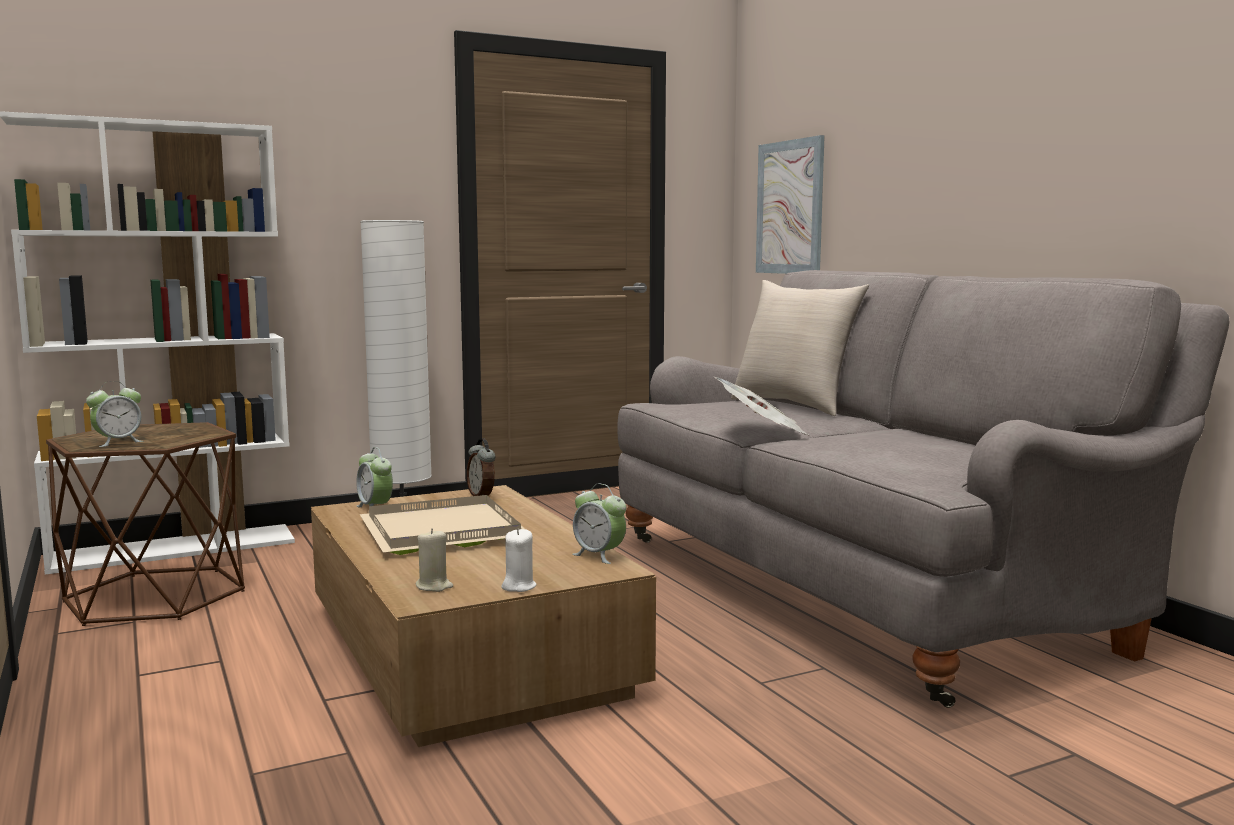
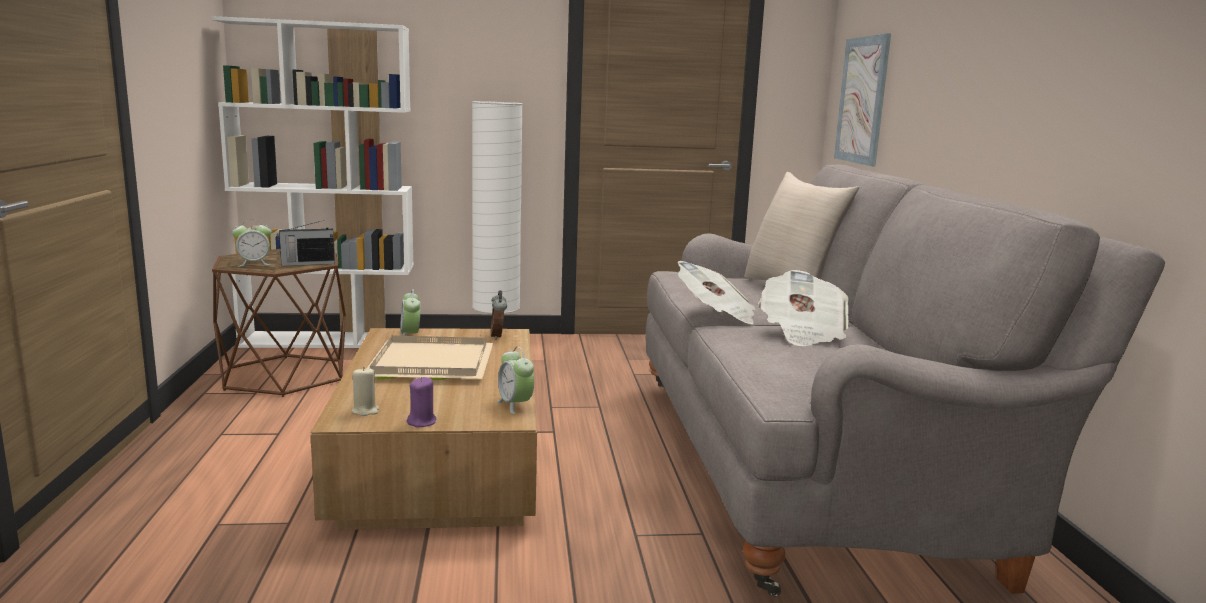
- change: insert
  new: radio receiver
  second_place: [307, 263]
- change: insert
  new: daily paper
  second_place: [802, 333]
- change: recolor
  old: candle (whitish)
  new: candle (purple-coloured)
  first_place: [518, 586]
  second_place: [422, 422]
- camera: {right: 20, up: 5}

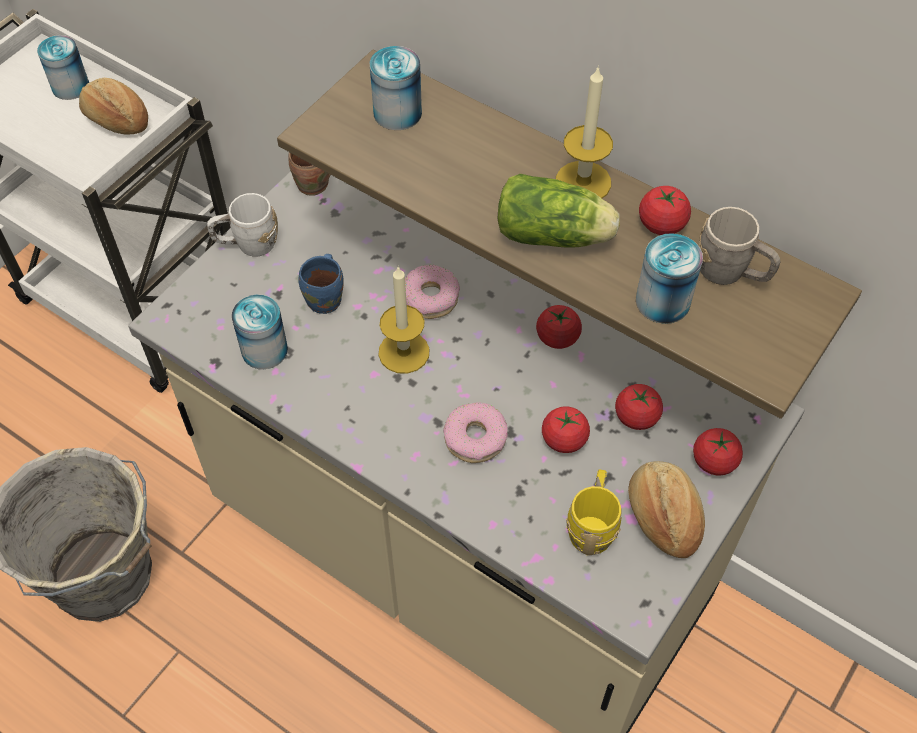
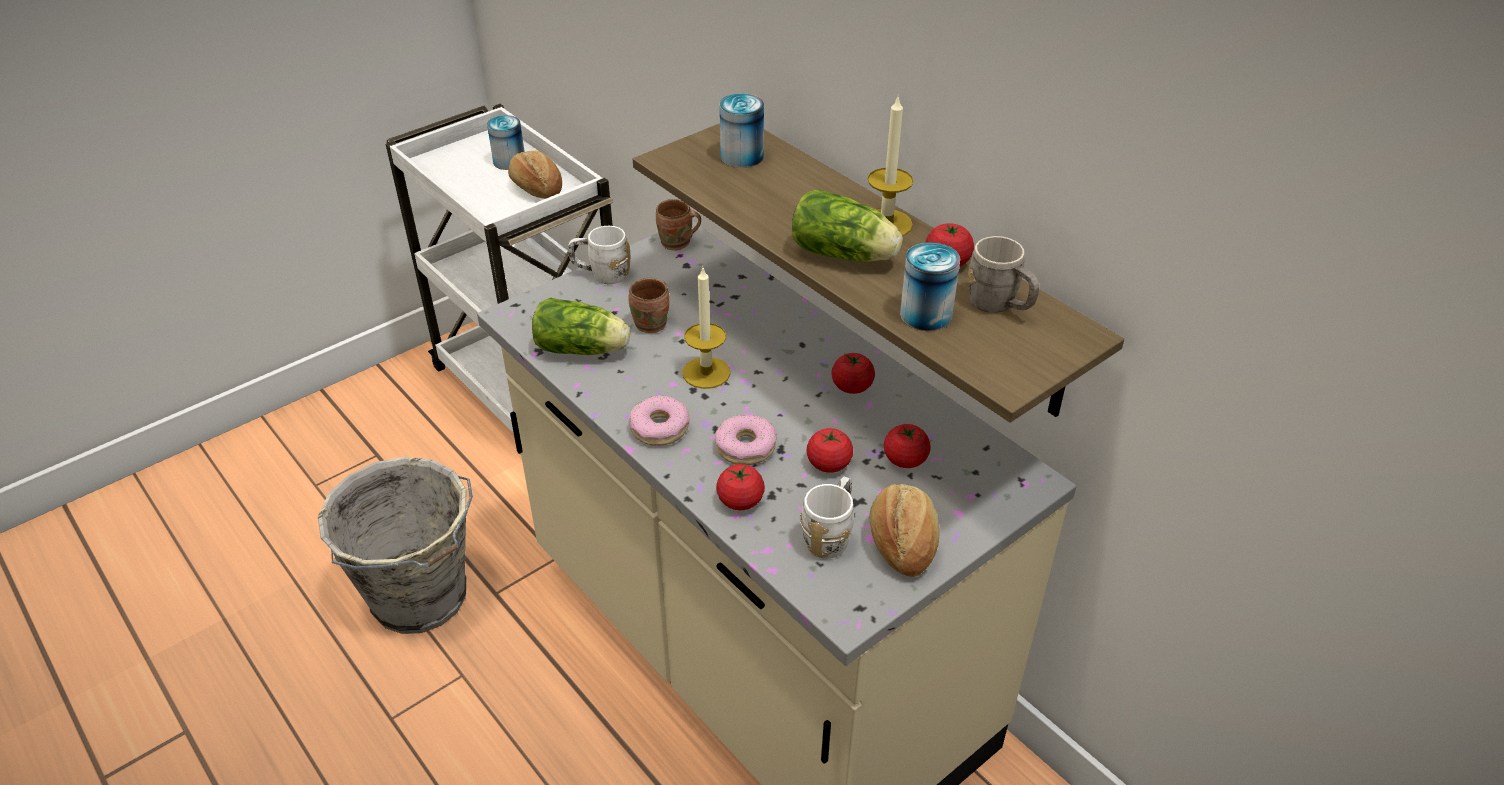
- change: move
  old: doughnut
  first_place: [430, 298]
  second_place: [659, 428]
- change: move
  old: tomato
  first_place: [714, 461]
  second_place: [740, 501]
- change: replace
  old: sealed can
  new: lettuce
  first_place: [264, 350]
  second_place: [584, 349]
- change: recolor
  old: mug (blue)
  new: mug (brown-coloured)
  first_place: [327, 299]
  second_place: [653, 324]
- change: recolor
  old: mug (yellowish)
  new: mug (whitish)
  first_place: [592, 525]
  second_place: [830, 535]
- camera: {right: 15, up: -15}

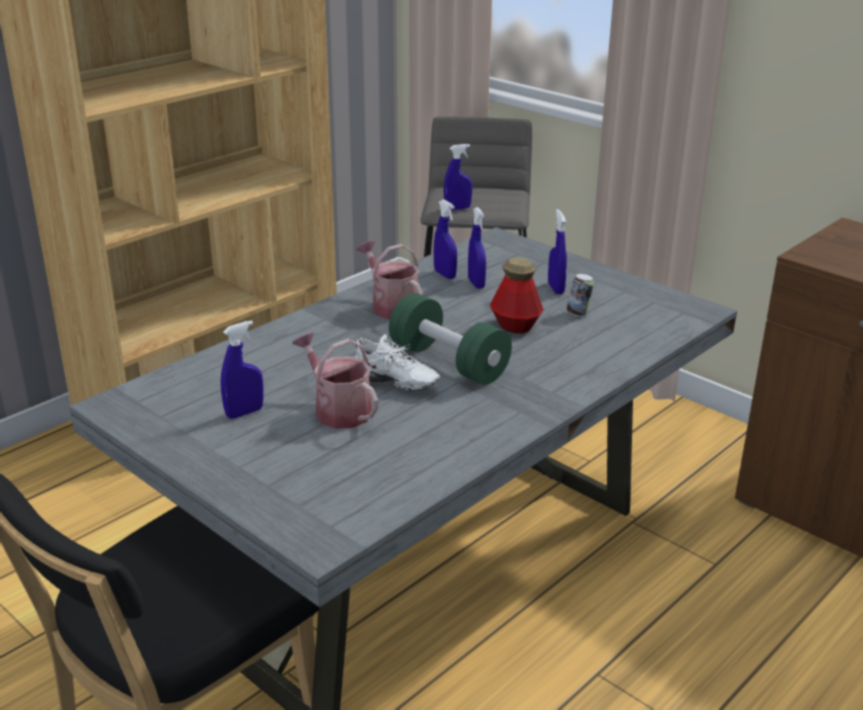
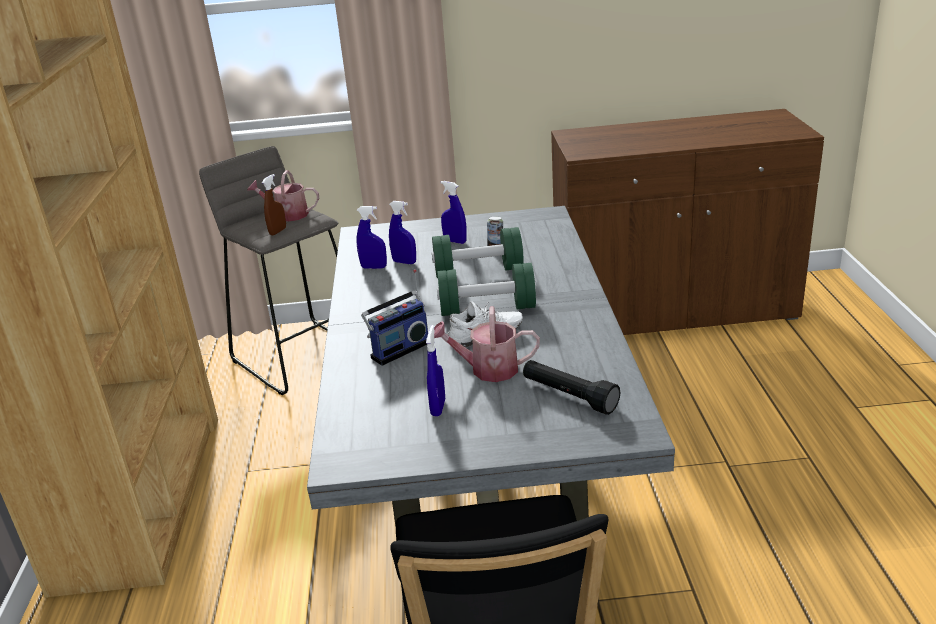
- change: insert
  new: radio receiver
  second_place: [399, 349]
- change: insert
  new: flashlight (black)
  second_place: [569, 396]
- change: move
  old: watering pot
  first_place: [391, 306]
  second_place: [287, 215]
- change: replace
  old: bottle
  new: free weight (green)
  first_place: [515, 326]
  second_place: [478, 271]
- change: recolor
  old: hand sprayer (blue)
  new: hand sprayer (brown-coloured)
  first_place: [457, 208]
  second_place: [278, 231]
- camera: {right: -45, up: 0}

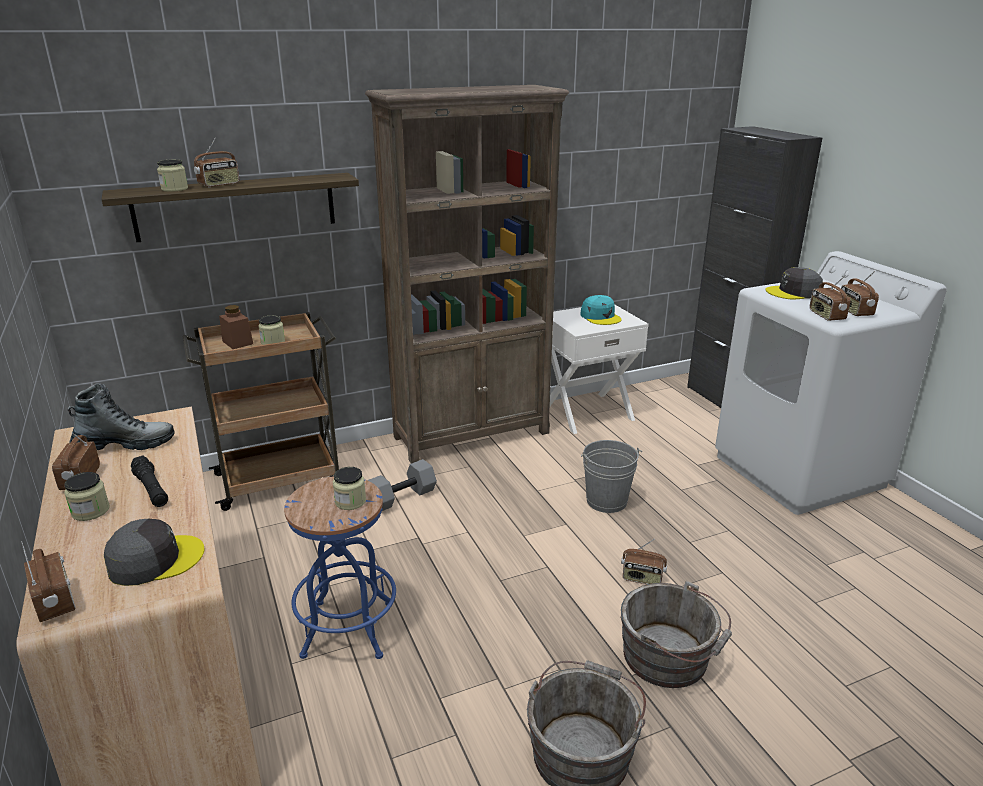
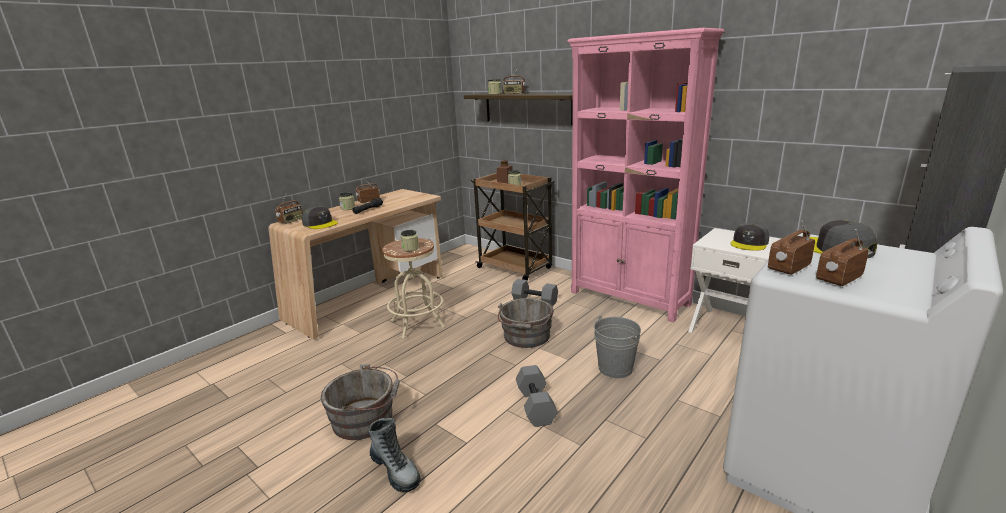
- change: move
  old: tall boot
  first_place: [125, 445]
  second_place: [395, 470]
- change: move
  old: pail (gray)
  first_place: [670, 658]
  second_place: [526, 337]
- change: replace
  old: radio receiver
  new: free weight (gray)
  first_place: [642, 578]
  second_place: [536, 406]
- change: recolor
  old: sitting stool (blue)
  new: sitting stool (beige)
  first_place: [348, 629]
  second_place: [418, 324]
- change: recolor
  old: shelving unit (brown-coloured)
  new: shelving unit (pink)
  first_place: [472, 434]
  second_place: [629, 298]
- change: recolor
  old: baseball cap (blue-green)
  new: baseball cap (gray)
  first_place: [600, 317]
  second_place: [749, 243]
- camera: {right: 65, up: -5}

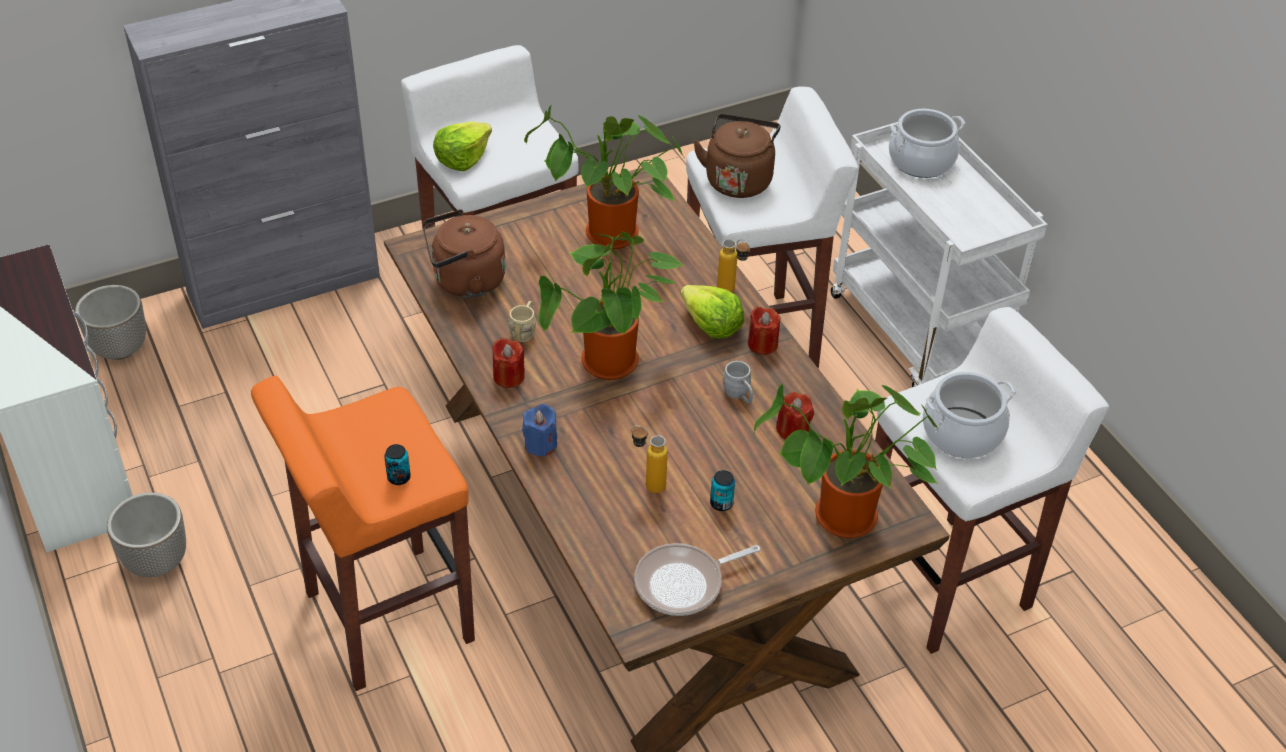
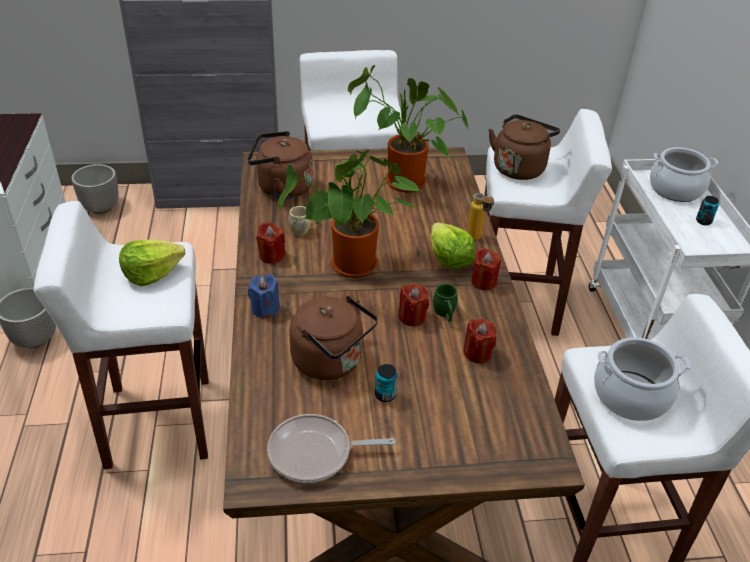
- change: delete
  old: houseplant
  first_place: [840, 521]
- change: insert
  new: candle (red)
  second_place: [412, 317]
- change: move
  old: sealed can
  first_place: [399, 477]
  second_place: [703, 221]
- change: move
  old: lettuce
  first_place: [462, 158]
  second_place: [151, 273]
- change: replace
  old: bottle
  new: water kettle (brown-coloured)
  first_place: [647, 484]
  second_place: [331, 362]
- change: recolor
  old: sitting stool (orangey)
  new: sitting stool (whitish)
  first_place: [386, 617]
  second_place: [156, 422]
- change: recolor
  old: mug (gray)
  new: mug (green)
  first_place: [739, 395]
  second_place: [445, 314]
- camera: {right: 20, up: -5}

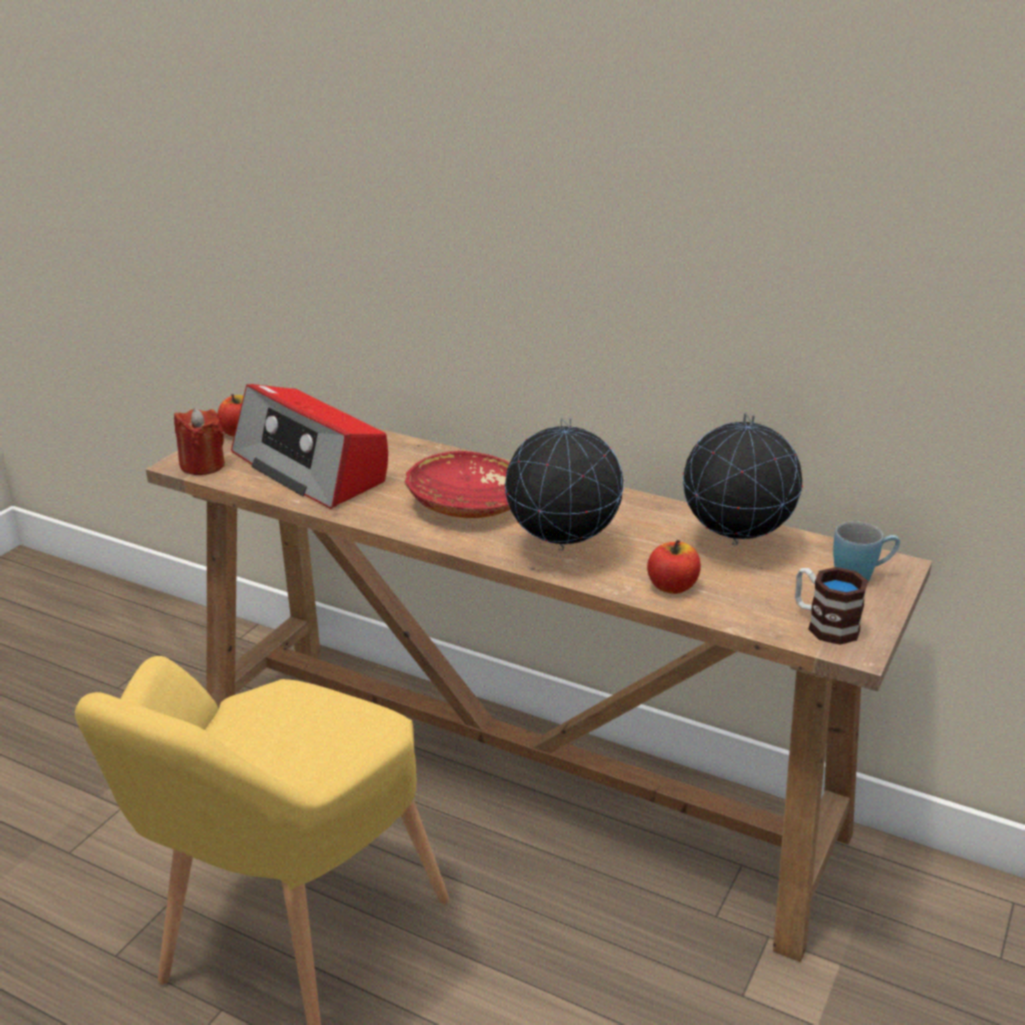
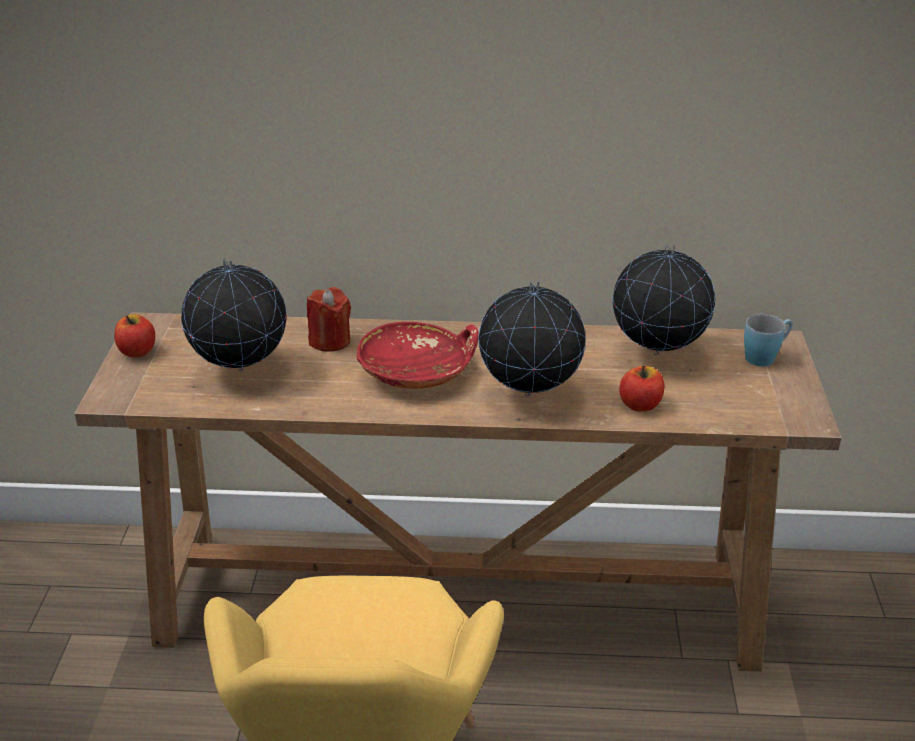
- change: delete
  old: mug
  first_place: [824, 624]
- change: move
  old: candle (red)
  first_place: [202, 465]
  second_place: [330, 341]
- change: replace
  old: radio receiver
  new: world globe
  first_place: [311, 468]
  second_place: [241, 371]
- camera: {right: -25, up: 5}

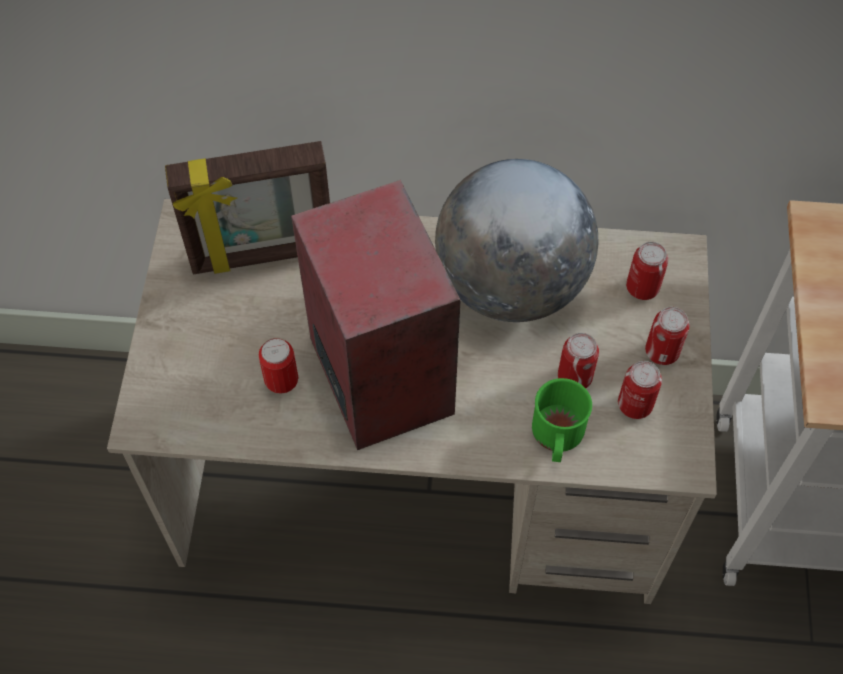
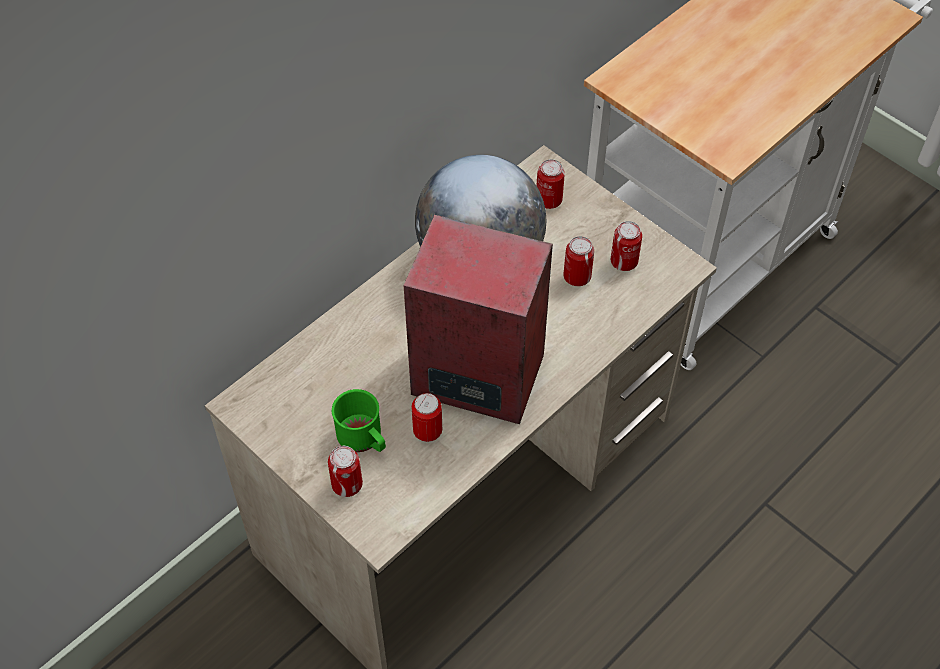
- change: delete
  old: photo frame
  first_place: [263, 256]
- change: move
  old: mug (green)
  first_place: [557, 437]
  second_place: [363, 438]
- change: move
  old: sealed can
  first_place: [662, 351]
  second_place: [347, 485]
- camera: {right: -50, up: -5}

